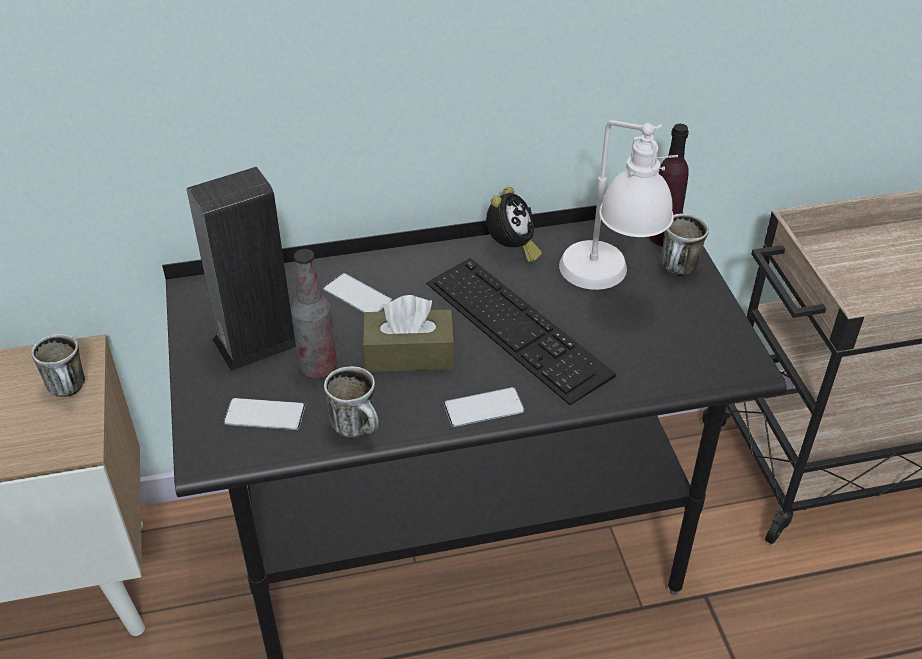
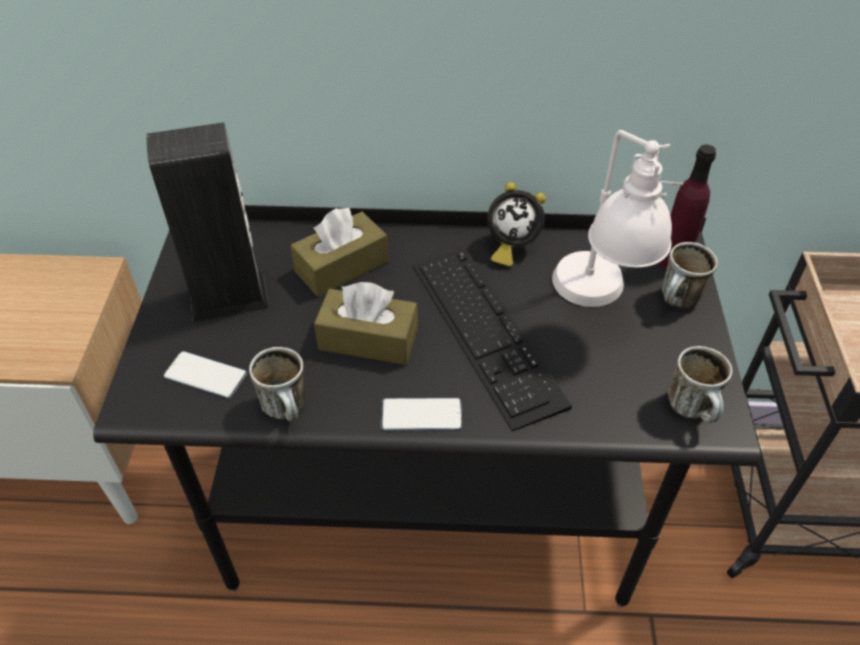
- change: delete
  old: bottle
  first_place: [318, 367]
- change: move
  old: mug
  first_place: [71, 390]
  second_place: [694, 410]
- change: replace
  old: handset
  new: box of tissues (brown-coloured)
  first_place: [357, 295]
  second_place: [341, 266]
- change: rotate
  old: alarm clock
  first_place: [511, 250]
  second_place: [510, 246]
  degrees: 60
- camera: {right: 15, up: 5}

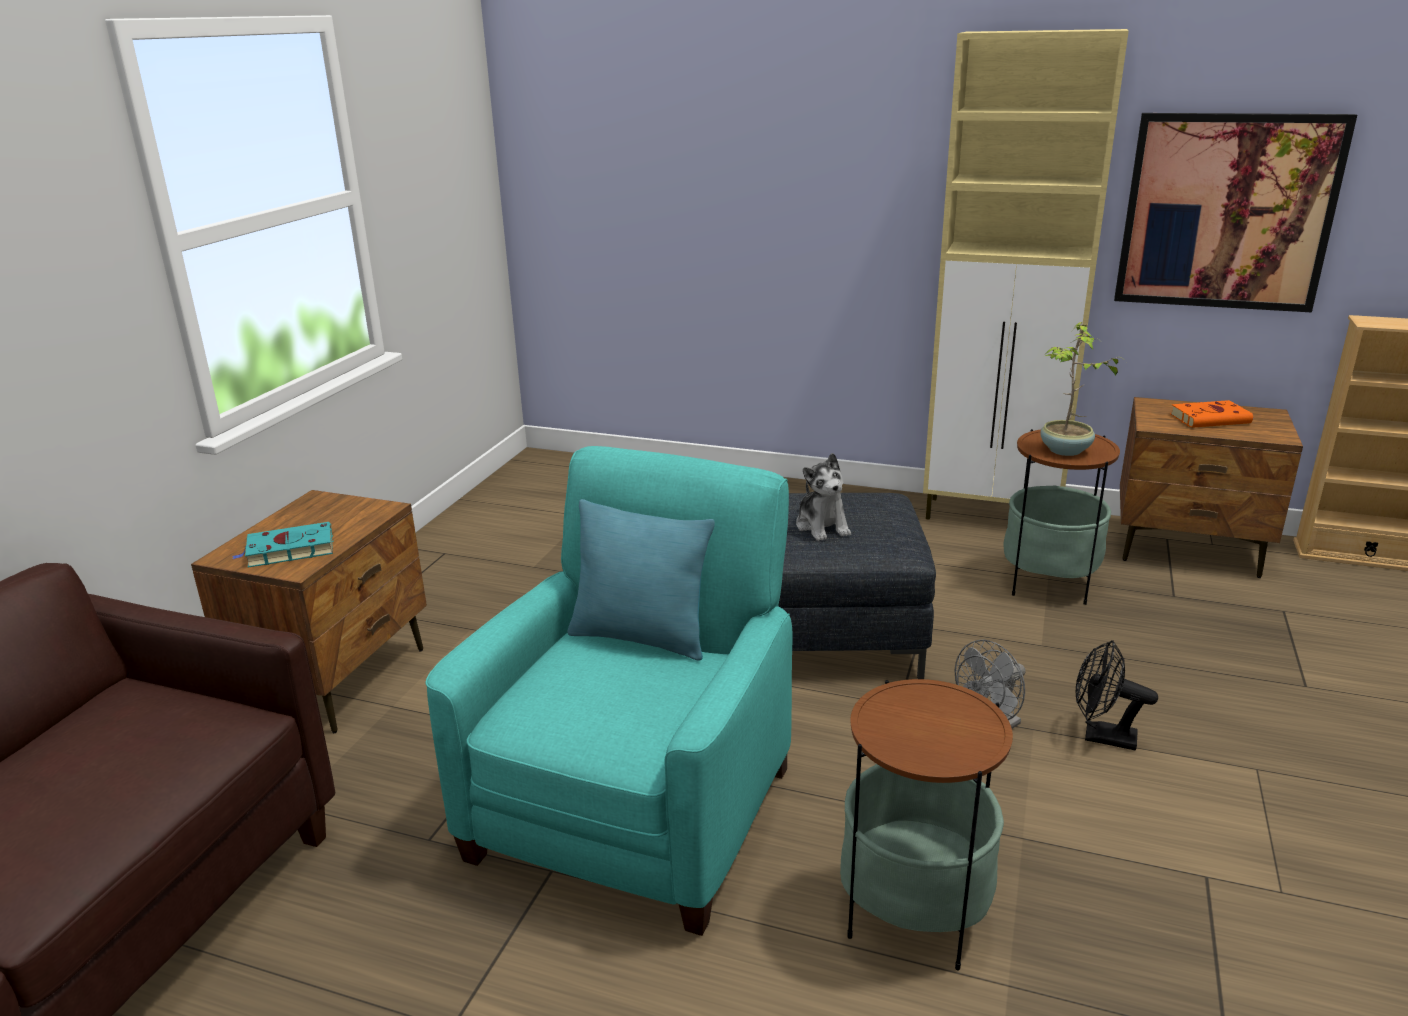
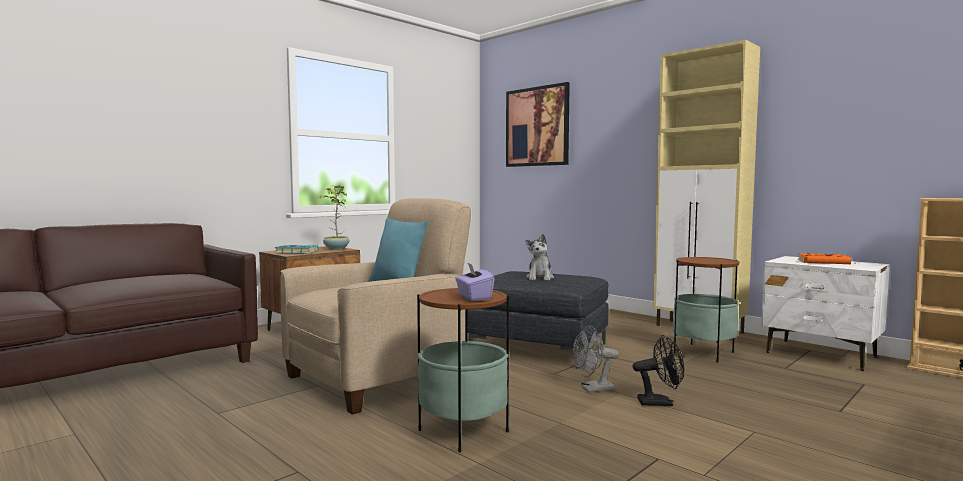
- change: insert
  new: box of tissues (purple-coloured)
  second_place: [474, 297]
- change: move
  old: houseplant
  first_place: [1065, 451]
  second_place: [336, 249]
- change: move
  old: picture
  first_place: [1227, 212]
  second_place: [537, 126]
- change: recolor
  old: lounge chair (blue-green)
  new: lounge chair (beige)
  first_place: [635, 810]
  second_place: [377, 378]
- change: recolor
  old: nightstand (brown-coloured)
  new: nightstand (whitish)
  first_place: [1188, 549]
  second_place: [821, 355]
- change: rotate
  old: cooling fan (black)
  first_place: [1101, 737]
  second_place: [660, 402]
  degrees: 135
- camera: {right: 25, up: -20}

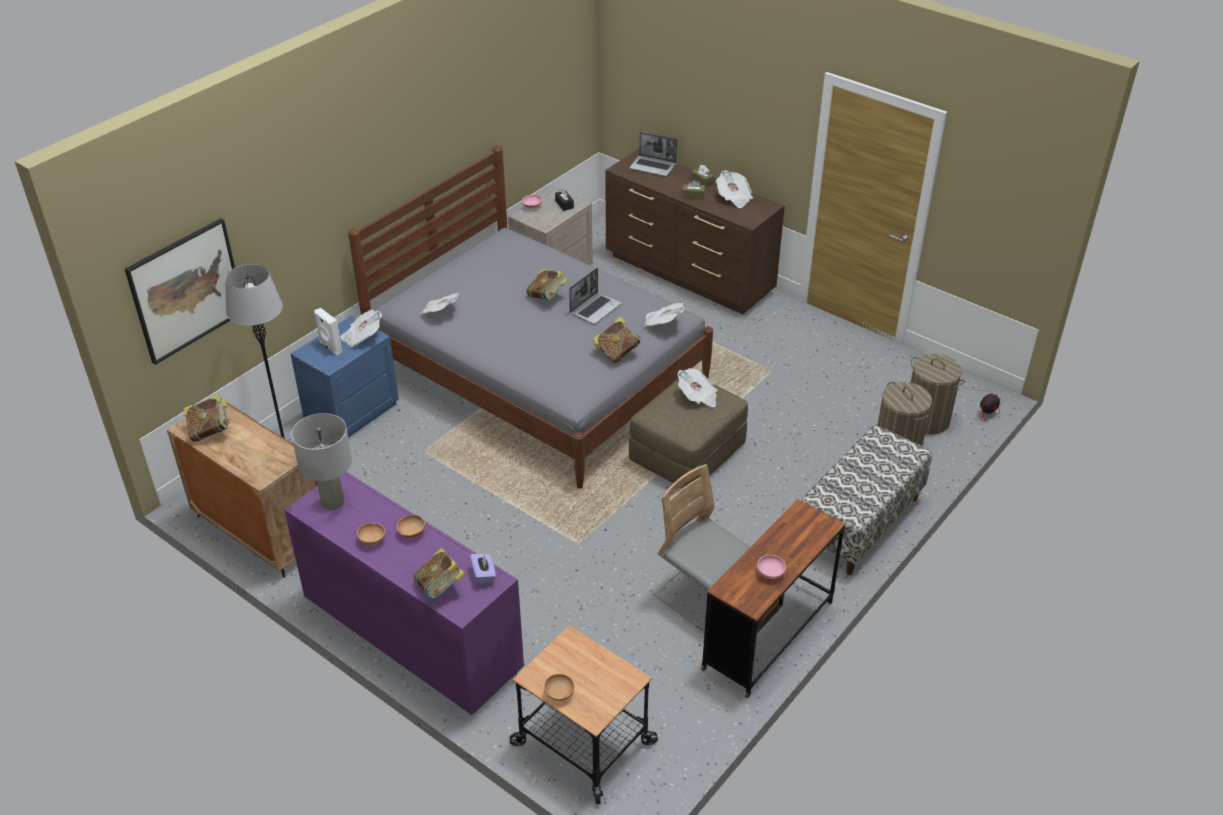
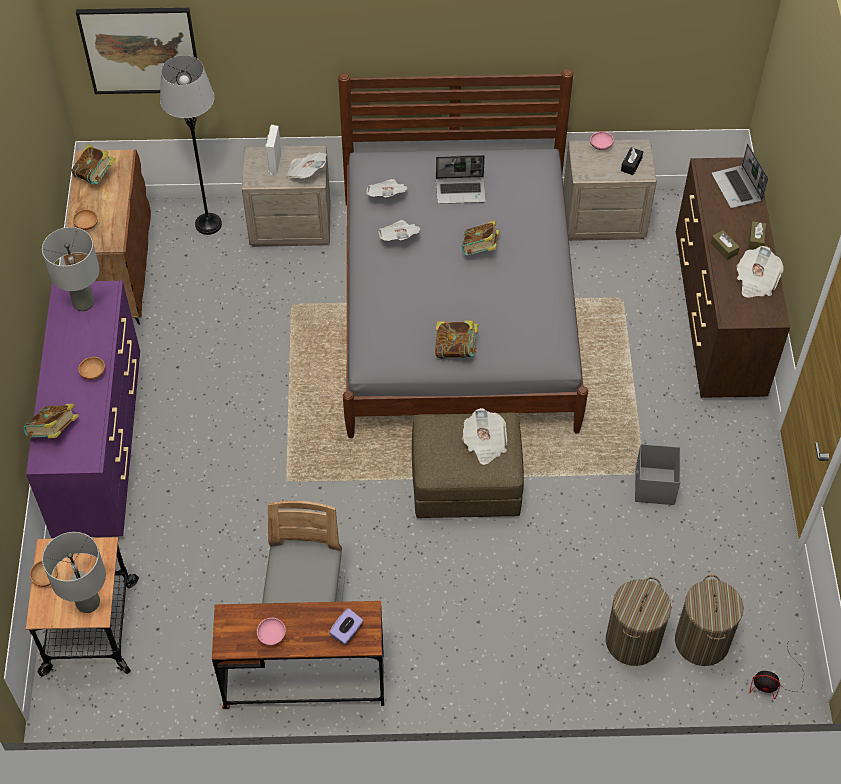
- change: delete
  old: long seat
  first_place: [859, 523]
- change: insert
  new: lamp for a table (gray)
  second_place: [88, 603]
- change: insert
  new: storage bin (gray)
  second_place: [654, 486]
- change: move
  old: deep dish (brown-coloured)
  first_place: [372, 540]
  second_place: [87, 225]
- change: move
  old: box of tissues (purple-coloured)
  first_place: [483, 575]
  second_place: [347, 632]
- change: move
  old: portable computer
  first_place: [595, 308]
  second_place: [461, 190]
- change: move
  old: daily paper
  first_place: [662, 323]
  second_place: [399, 238]
- change: recolor
  old: nightstand (blue)
  new: nightstand (beige)
  first_place: [351, 412]
  second_place: [290, 225]
- camera: {right: 50, up: 15}

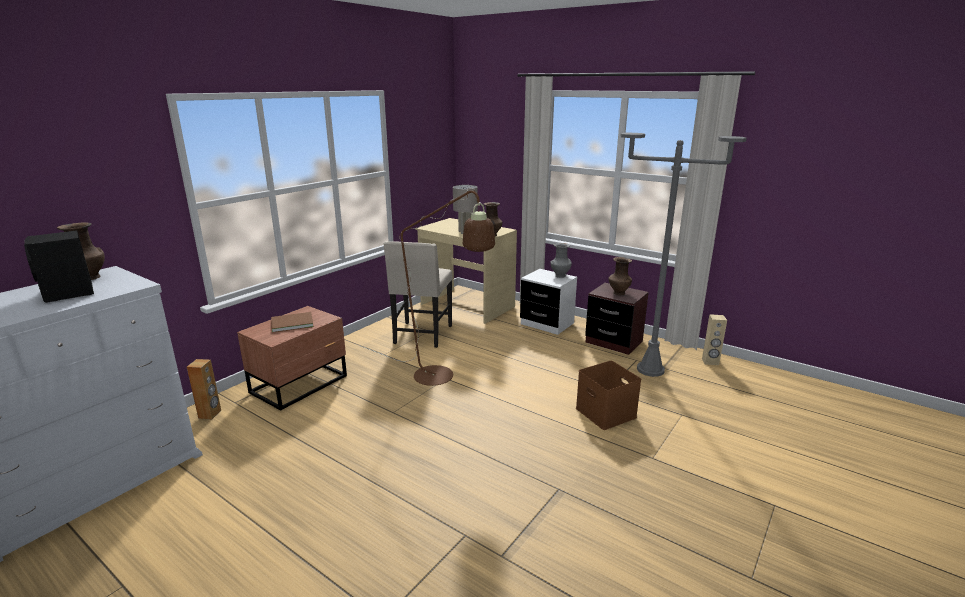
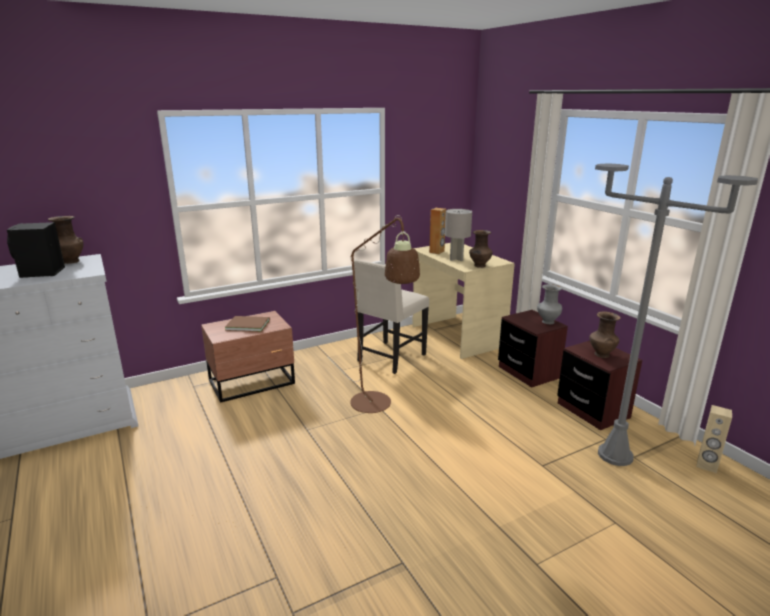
- change: delete
  old: storage bin (brown-coloured)
  first_place: [607, 413]
- change: move
  old: speaker (brown-coloured)
  first_place: [210, 414]
  second_place: [437, 252]
- change: recolor
  old: nightstand (whitish)
  new: nightstand (brown-coloured)
  first_place: [547, 324]
  second_place: [528, 372]
- camera: {right: 25, up: 0}

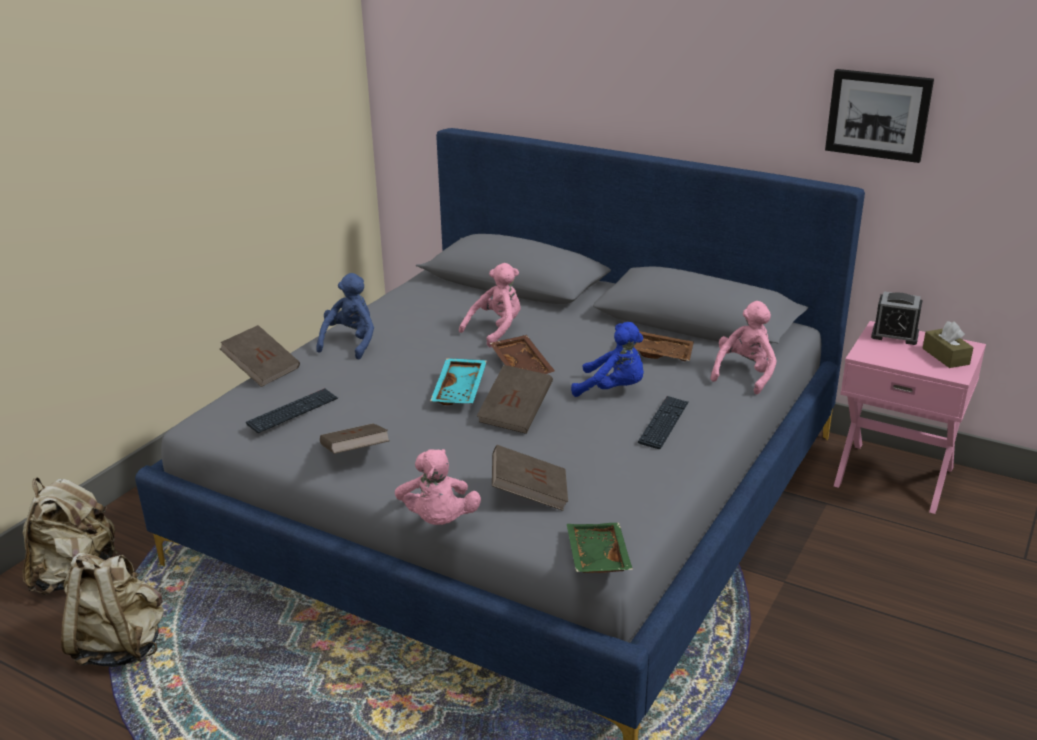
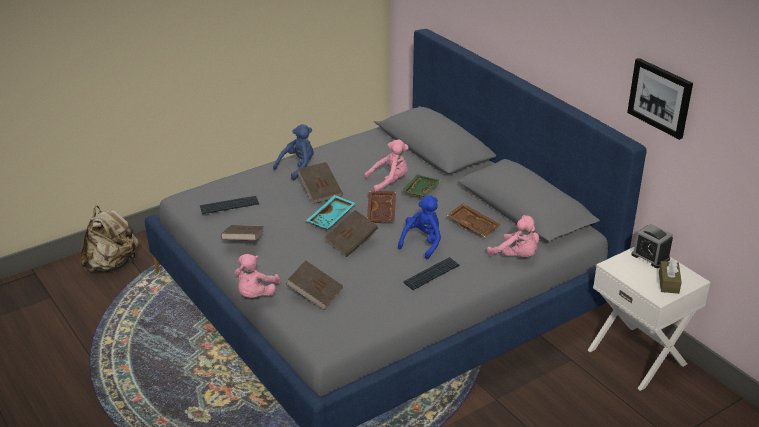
- change: delete
  old: backpack (beige)
  first_place: [120, 646]
- change: move
  old: book (brown-coloured)
  first_place: [262, 370]
  second_place: [320, 192]
- change: move
  old: serving tray (green)
  first_place: [596, 557]
  second_place: [420, 191]
- change: recolor
  old: nightstand (pink)
  new: nightstand (whitish)
  first_place: [894, 475]
  second_place: [638, 356]
- change: rotate
  old: cuddly toy (blue)
  first_place: [613, 389]
  second_place: [422, 243]
  degrees: -105
- change: rotate
  old: cuddly toy (pink)
  first_place: [745, 374]
  second_place: [516, 256]
  degrees: 75
- camera: {right: 25, up: 5}

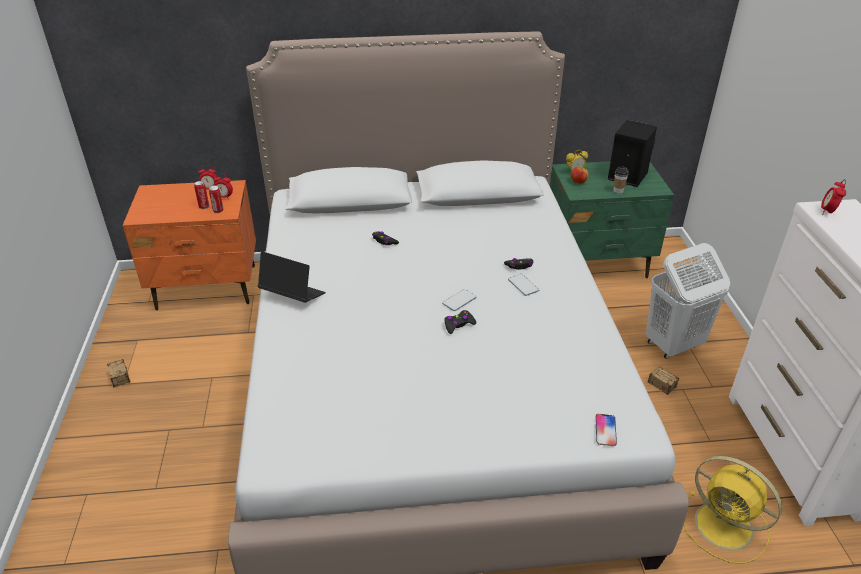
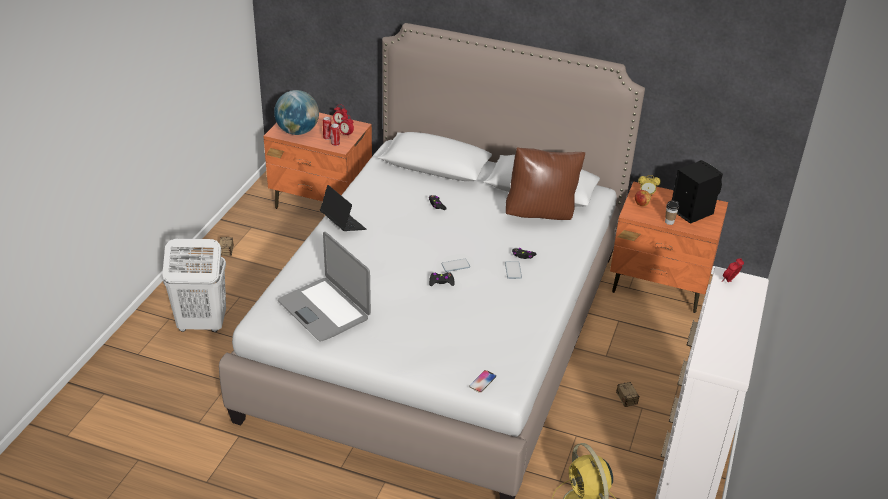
- change: insert
  new: world globe
  second_place: [298, 131]
- change: insert
  new: portable computer
  second_place: [324, 309]
- change: insert
  new: cushion (brown-coloured)
  second_place: [541, 214]
- change: move
  old: washing basket (whitish)
  first_place: [673, 344]
  second_place: [201, 324]
- change: recolor
  old: nightstand (green)
  new: nightstand (orangey)
  first_place: [597, 263]
  second_place: [659, 285]
- camera: {right: 25, up: 0}

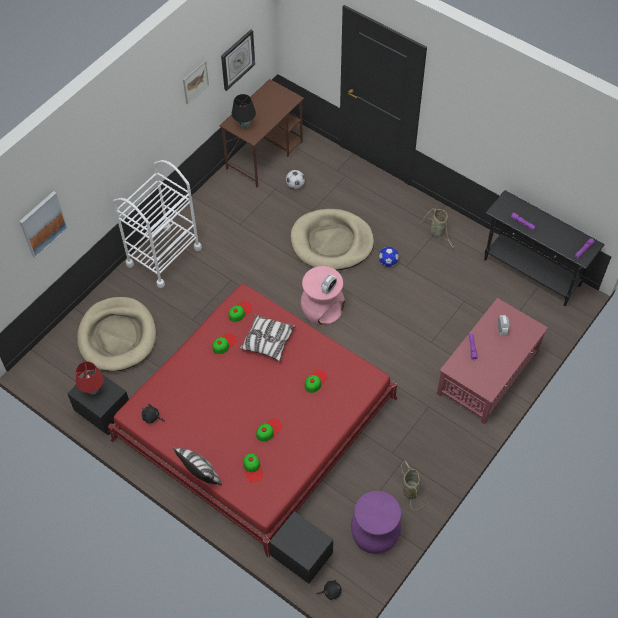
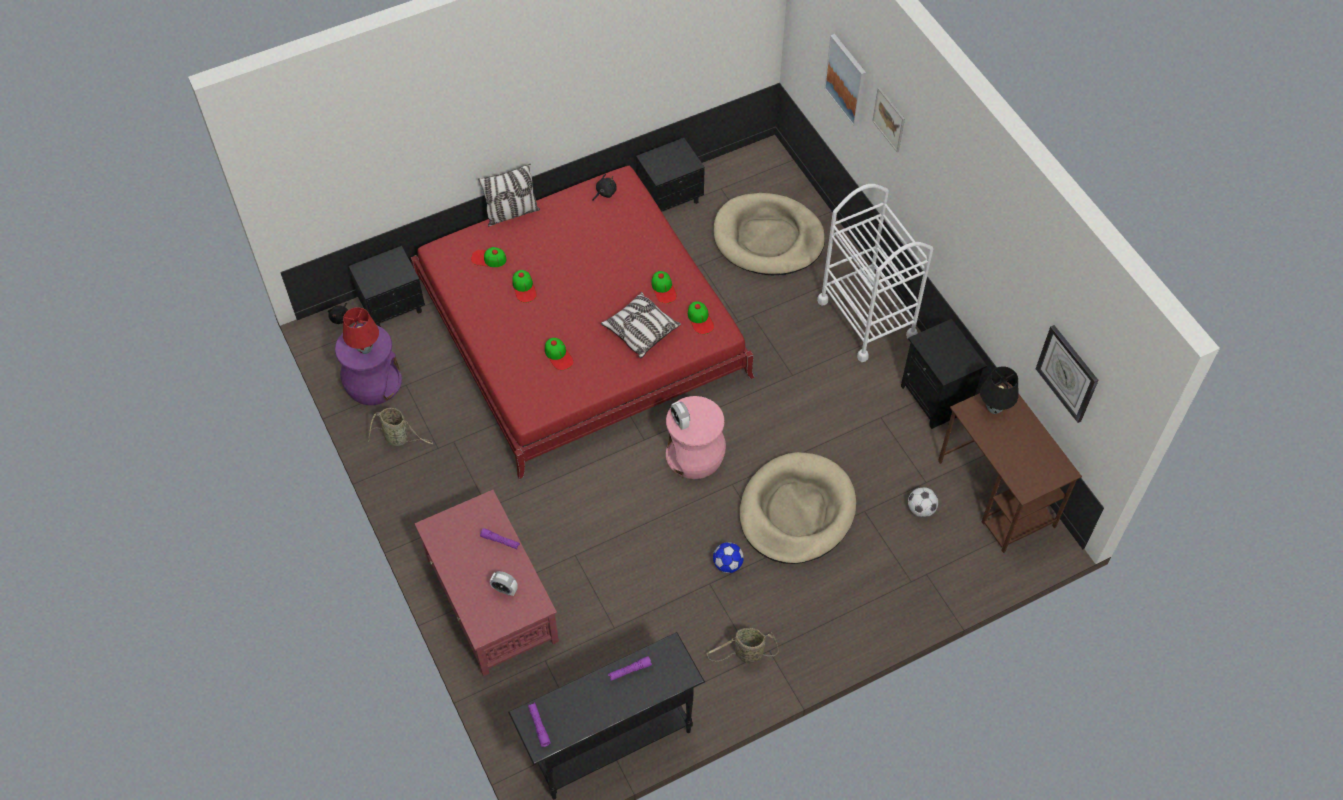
- change: insert
  new: nightstand (black)
  second_place: [936, 399]
- change: move
  old: lamp for a table (red)
  first_place: [93, 390]
  second_place: [365, 349]
- change: move
  old: picture
  first_place: [195, 82]
  second_place: [889, 119]
- camera: {right: 115, up: 0}

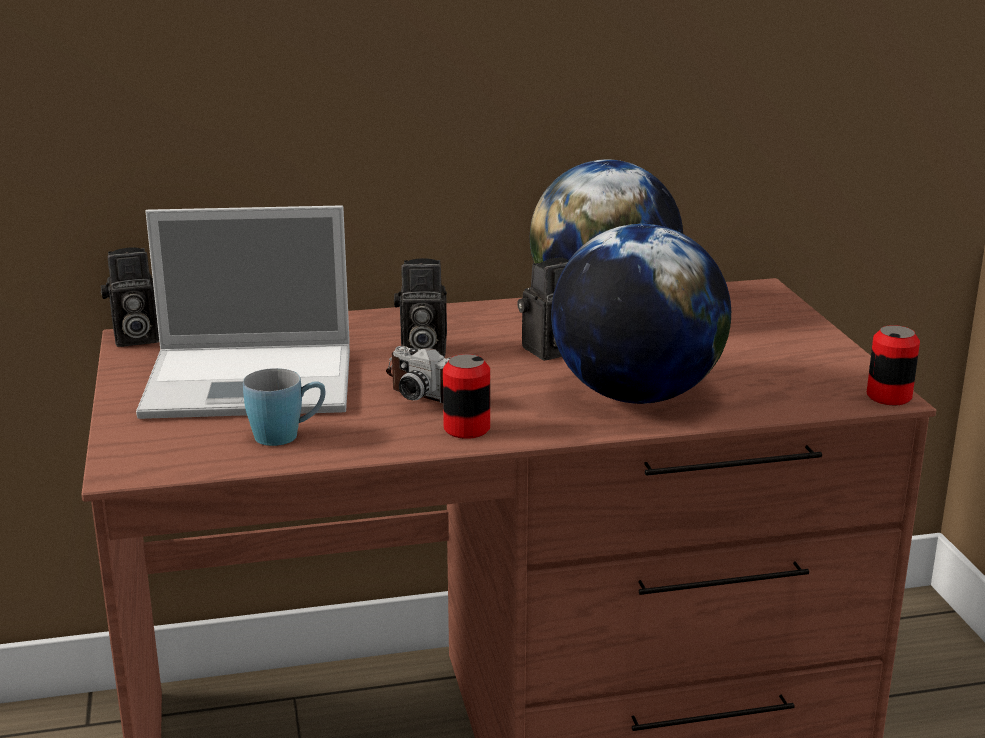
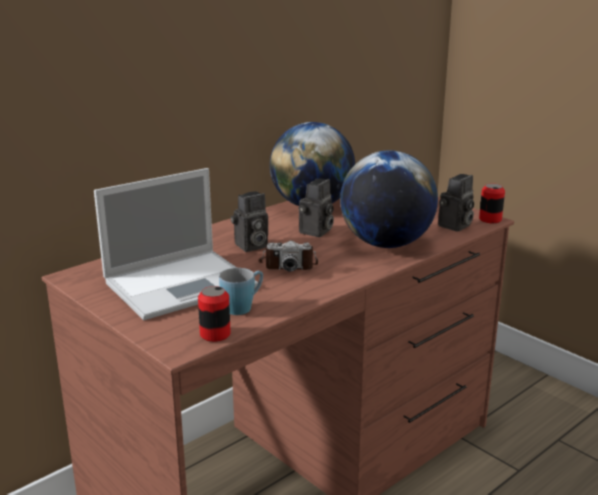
- change: move
  old: still camera
  first_place: [134, 339]
  second_place: [455, 226]
- change: move
  old: sealed can
  first_place: [466, 429]
  second_place: [215, 334]
- camera: {right: -30, up: 0}

